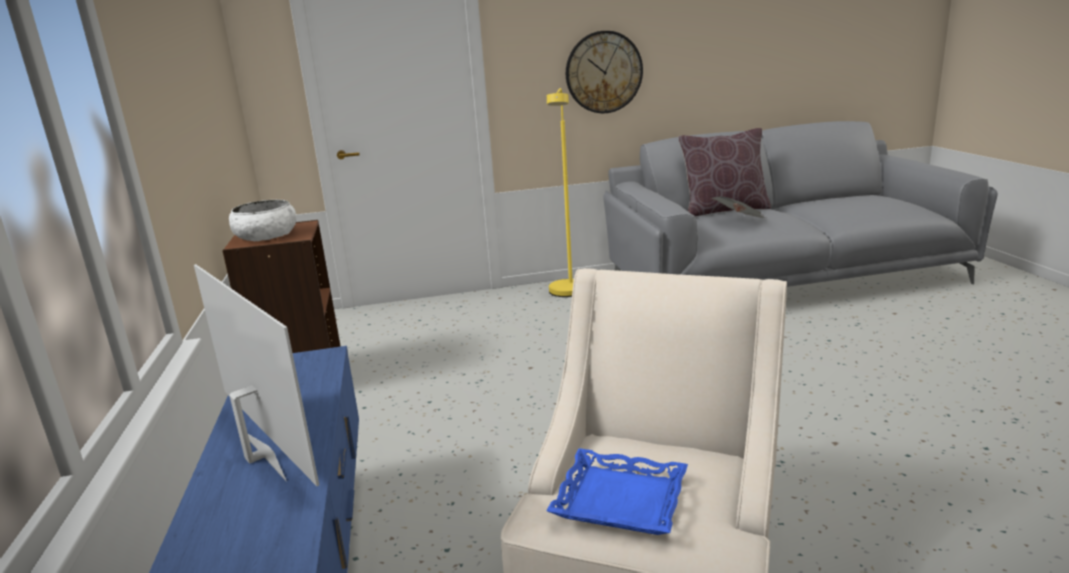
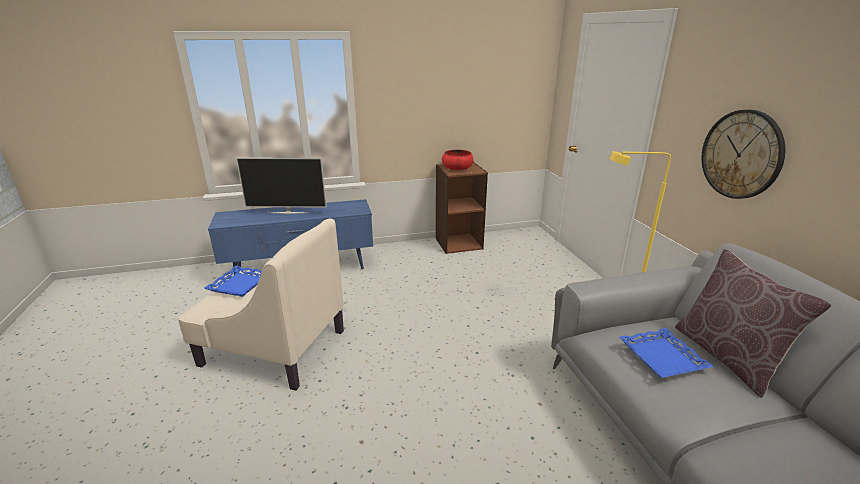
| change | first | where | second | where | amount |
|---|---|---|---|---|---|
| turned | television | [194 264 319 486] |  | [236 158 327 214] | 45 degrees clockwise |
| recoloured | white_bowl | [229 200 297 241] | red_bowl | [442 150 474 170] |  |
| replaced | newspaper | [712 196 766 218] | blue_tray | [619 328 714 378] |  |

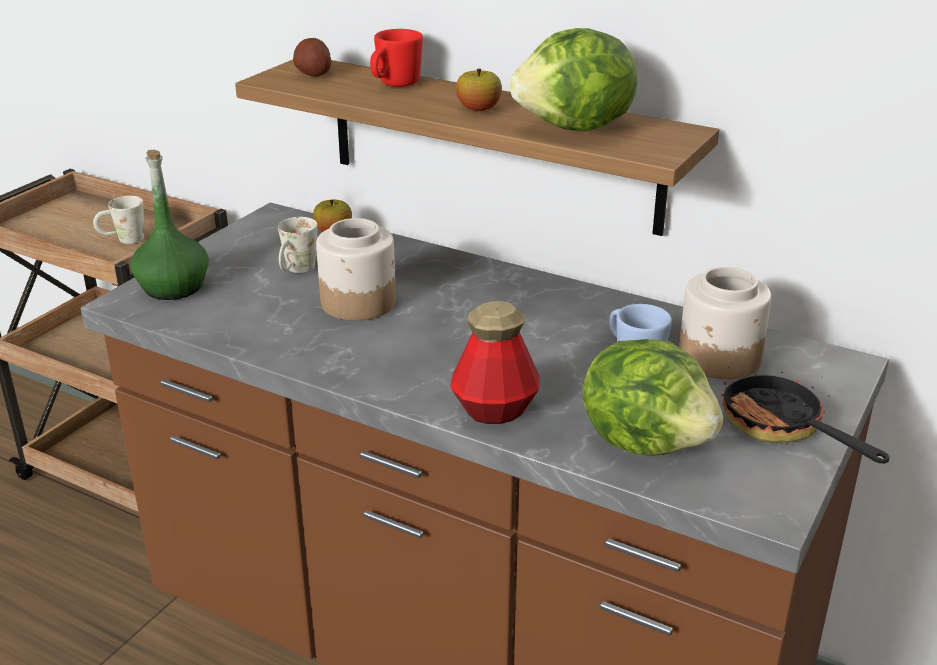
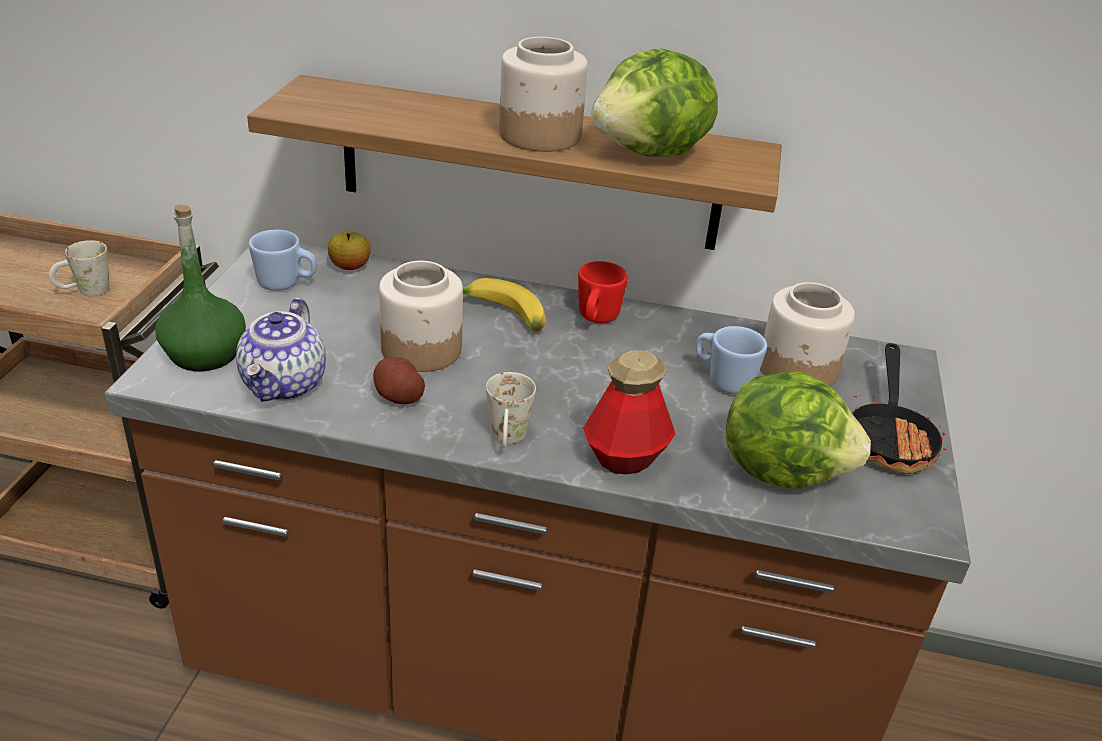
| change | first | where | second | where | amount |
|---|---|---|---|---|---|
| added |  |  | teapot | [236 298 326 402] |  |
| added |  |  | blue_mug | [249 230 317 291] |  |
| moved | potato | [293 38 331 77] |  | [373 357 425 404] |  |
| added |  |  | banana | [463 278 546 331] |  |
| moved | white_mug | [278 217 318 273] |  | [486 372 536 448] |  |
| replaced | apple | [456 69 502 111] | jar | [499 37 588 152] |  |
| moved | red_mug | [370 29 423 87] |  | [578 261 628 323] |  |
| turned | frying_pan | [721 367 890 464] |  | [852 343 946 474] | 120 degrees counterclockwise |

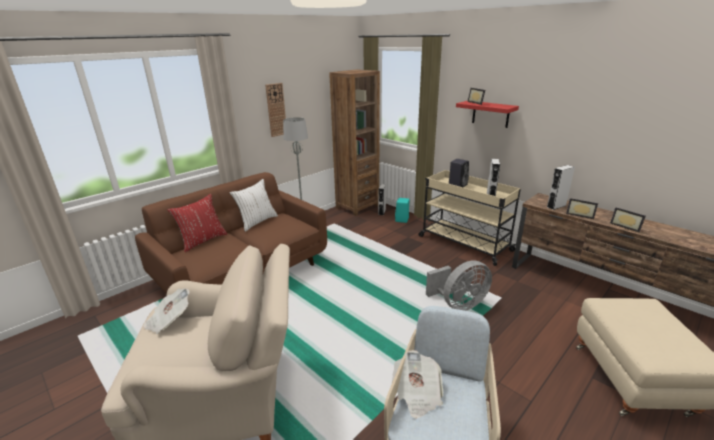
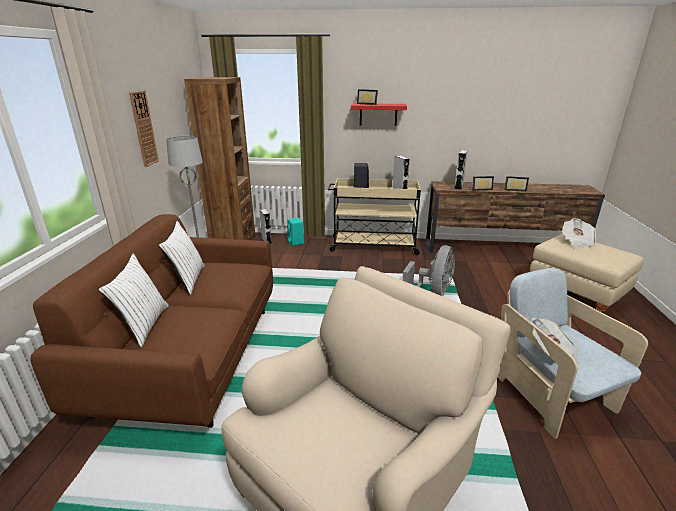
| change | first | where | second | where | amount |
|---|---|---|---|---|---|
| recoloured | red_pillow | [167 194 227 252] | white_pillow | [98 253 169 347] |  |
| moved | newspaper | [143 288 190 334] |  | [562 218 596 249] |  |

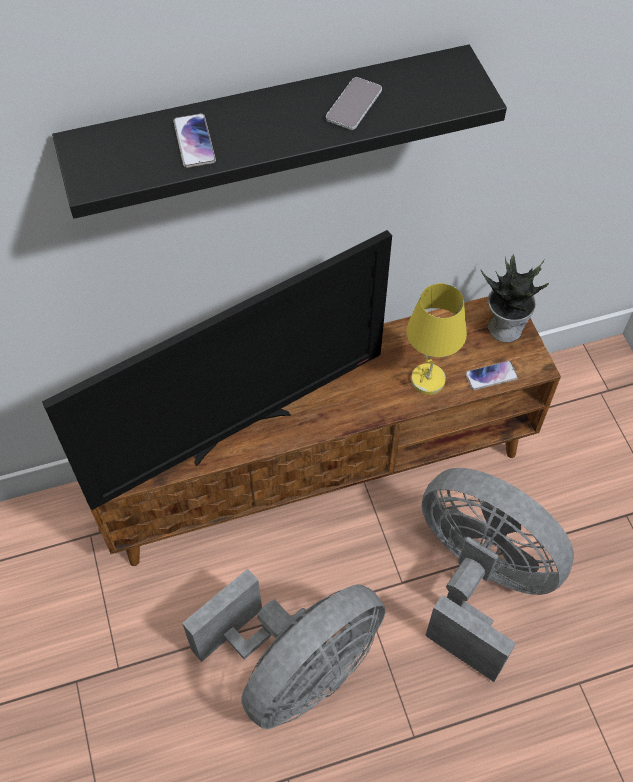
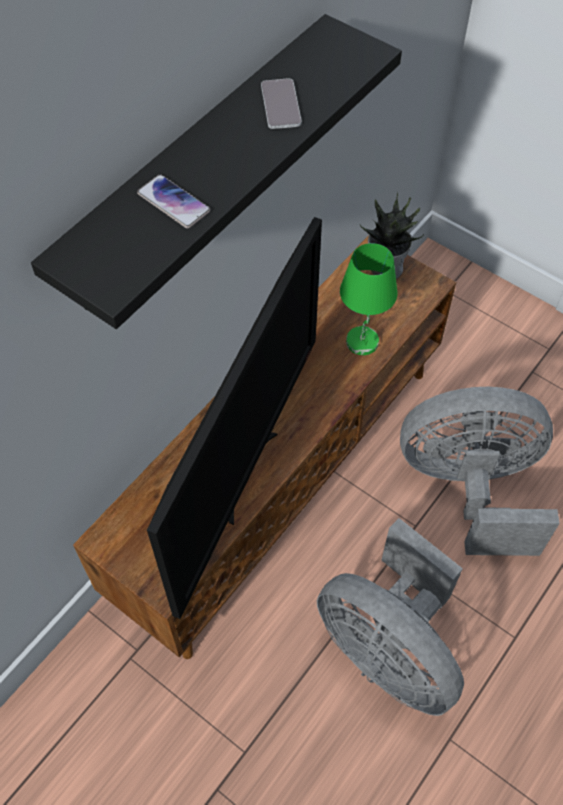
| change | first | where | second | where | amount |
|---|---|---|---|---|---|
| turned | grey_fan | [182 569 386 729] |  | [317 518 464 716] | 120 degrees clockwise |
| recoloured | yellow_table_lamp | [406 283 467 395] | green_table_lamp | [340 243 397 355] |  |
| removed | phone | [465 361 518 390] |  |  |  |

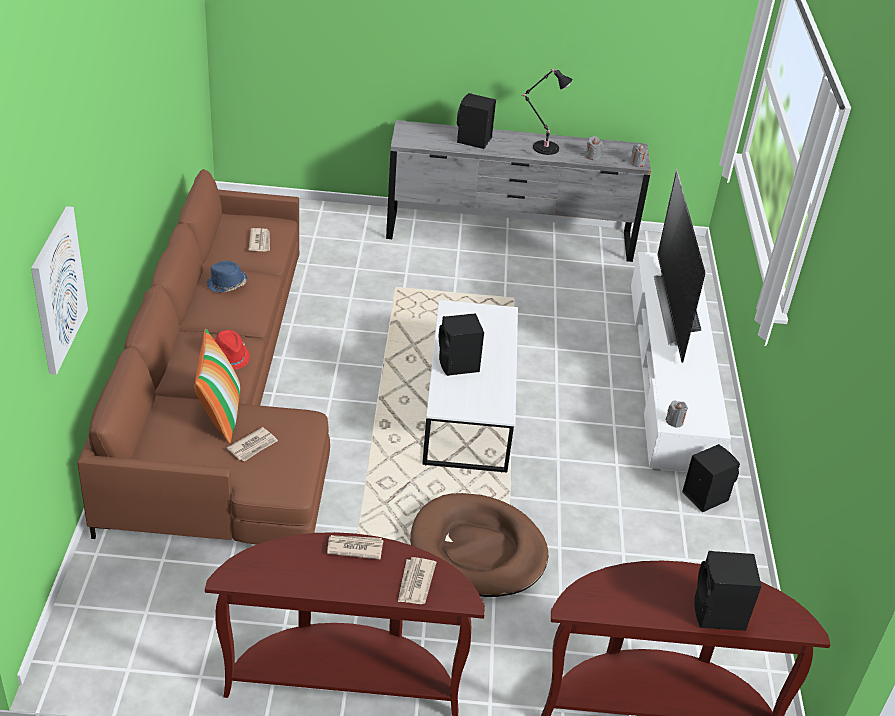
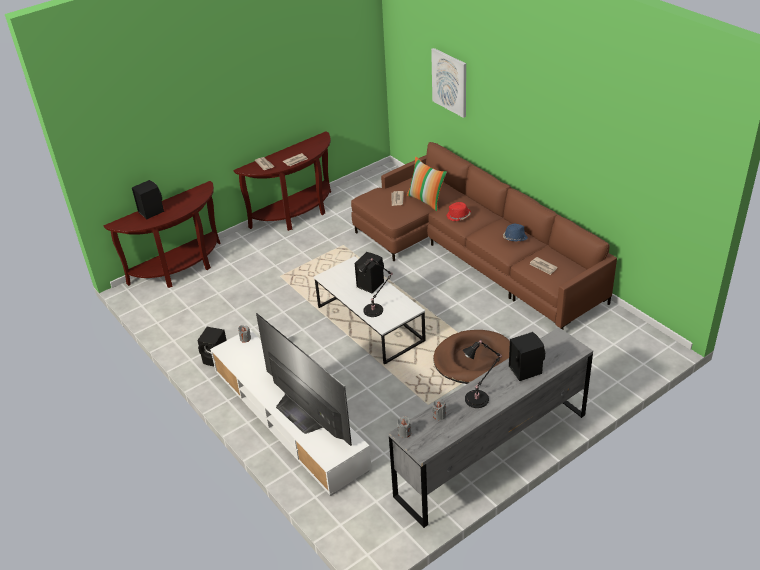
| change | first | where | second | where | amount |
|---|---|---|---|---|---|
| added |  |  | black_table_lamp | [357 258 393 317] |  |
| moved | brown_dog_bed | [410 493 548 597] |  | [433 330 510 384] |  |

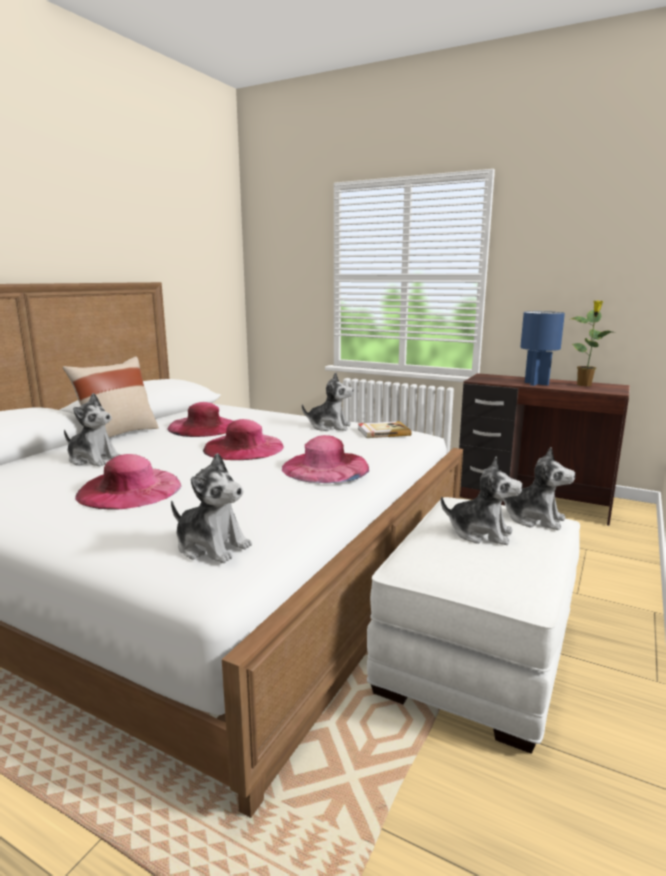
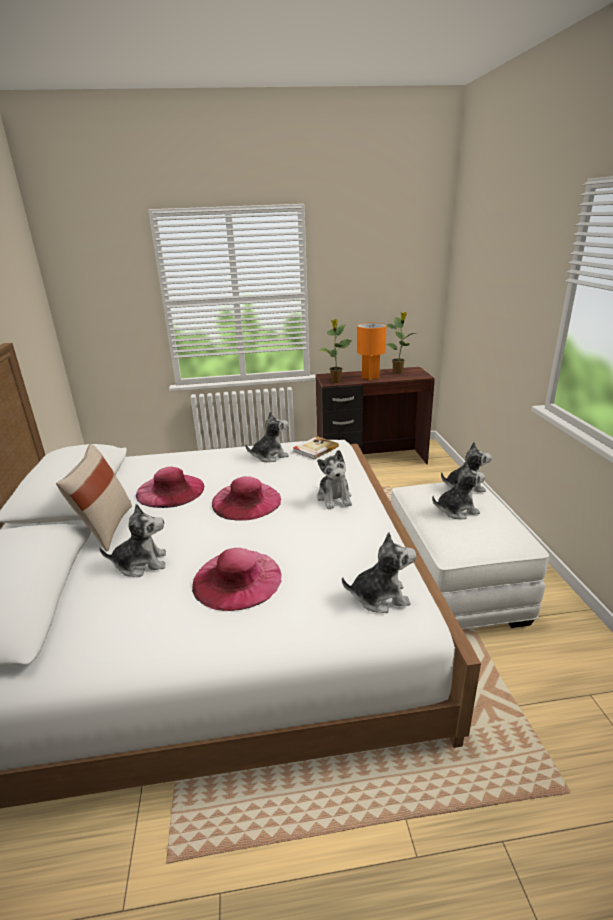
| change | first | where | second | where | amount |
|---|---|---|---|---|---|
| replaced | pink_hat | [282 435 369 483] | plush_toy | [317 450 352 509] |  |
| added |  |  | potted_plant | [318 319 352 383] |  |
| recoloured | blue_table_lamp | [520 311 565 386] | orange_table_lamp | [357 323 386 381] |  |

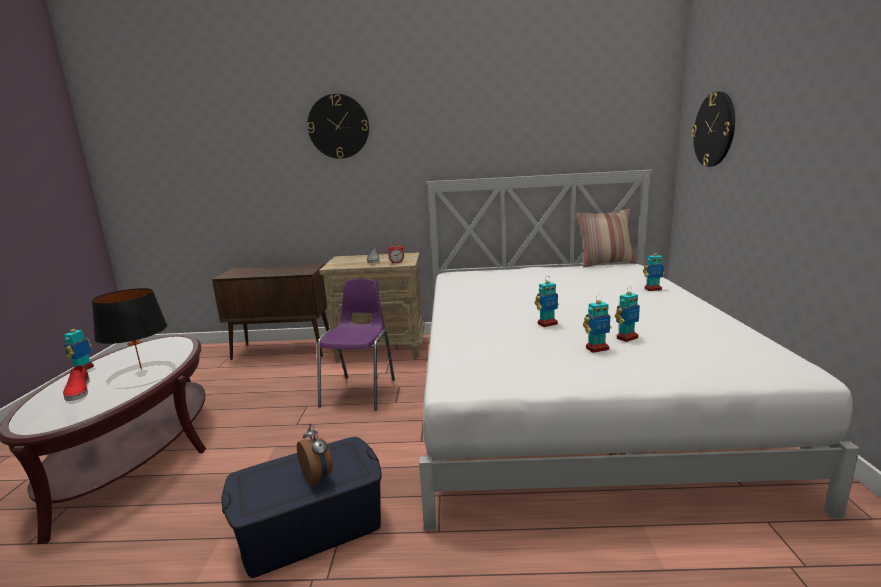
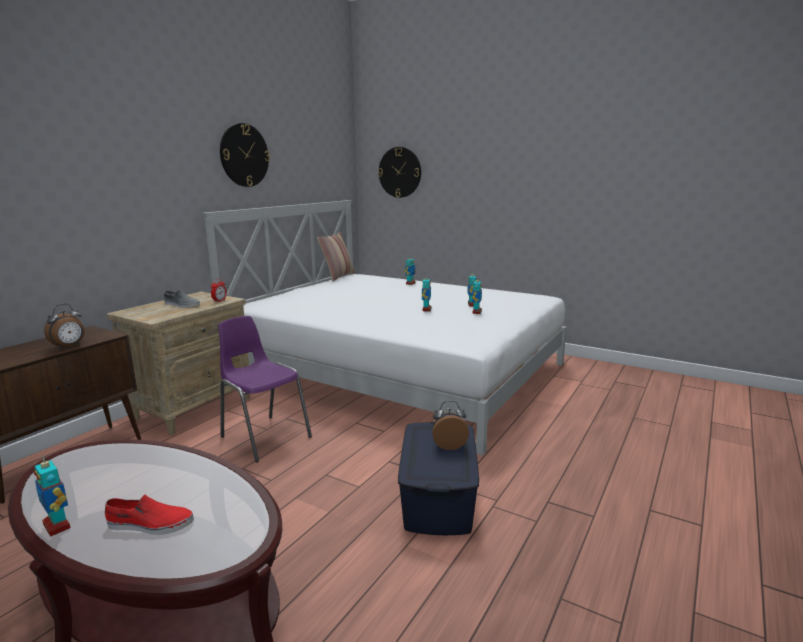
| change | first | where | second | where | amount |
|---|---|---|---|---|---|
| added |  |  | alarm_clock | [44 304 84 349] |  |
| moved | wall_clock | [307 94 369 159] |  | [220 123 270 187] |  |
| removed | black_table_lamp | [92 288 167 370] |  |  |  |

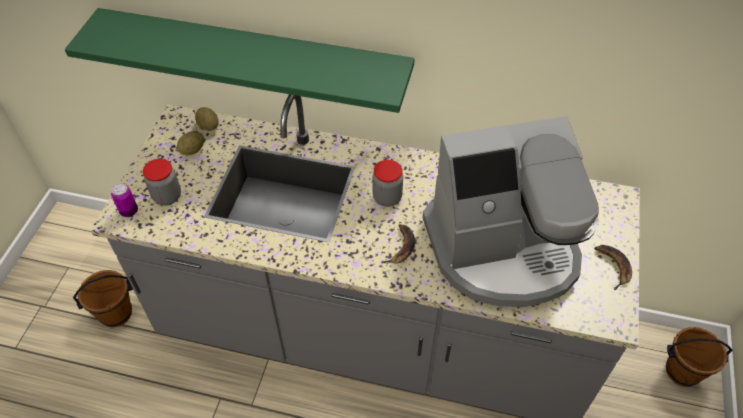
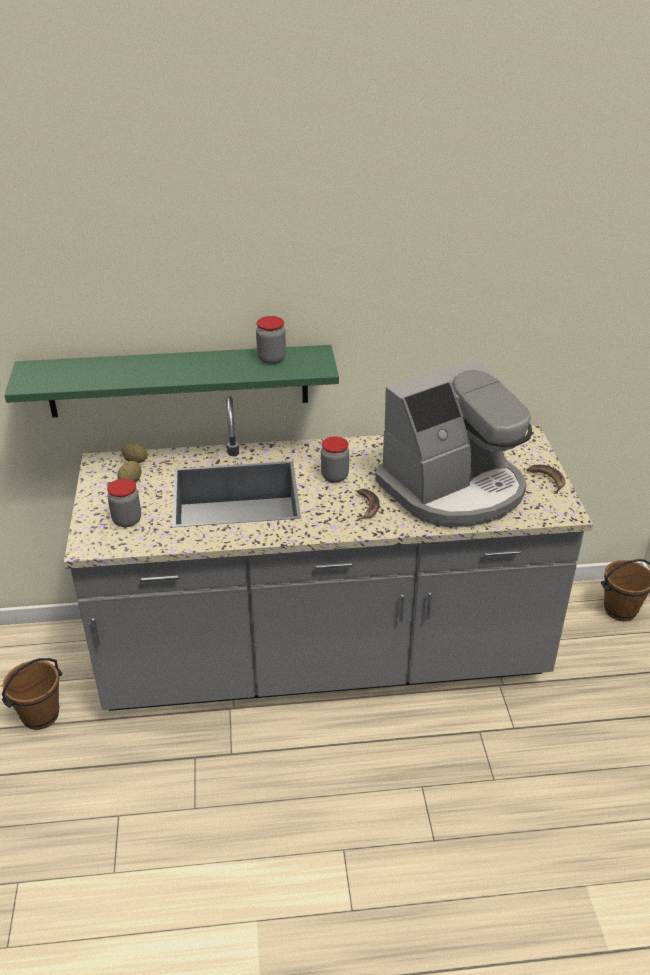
| change | first | where | second | where | amount |
|---|---|---|---|---|---|
| added |  |  | jar | [256 316 286 364] |  |
| removed | can | [111 183 138 217] |  |  |  |

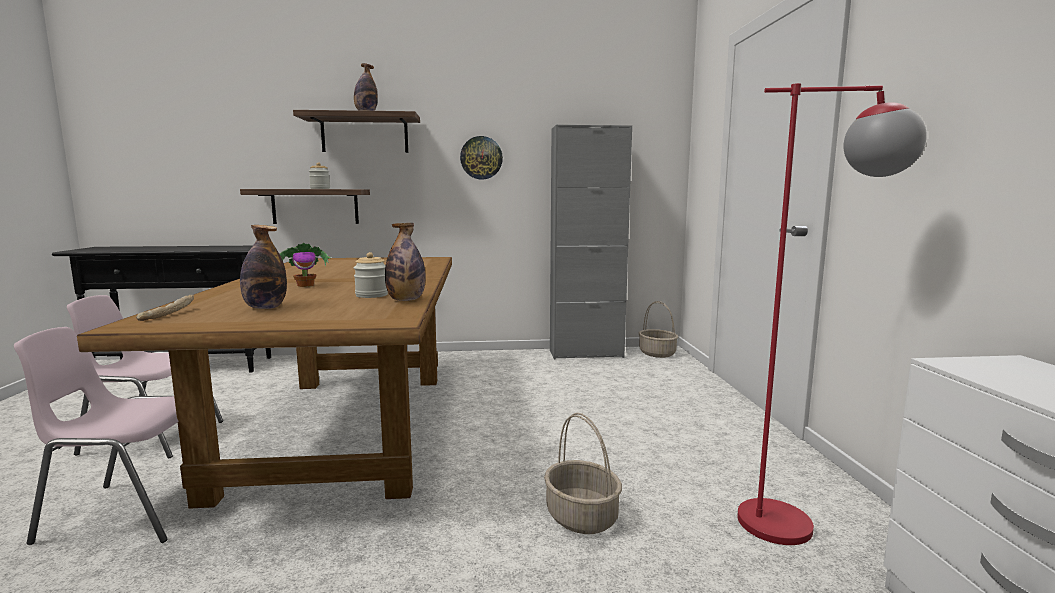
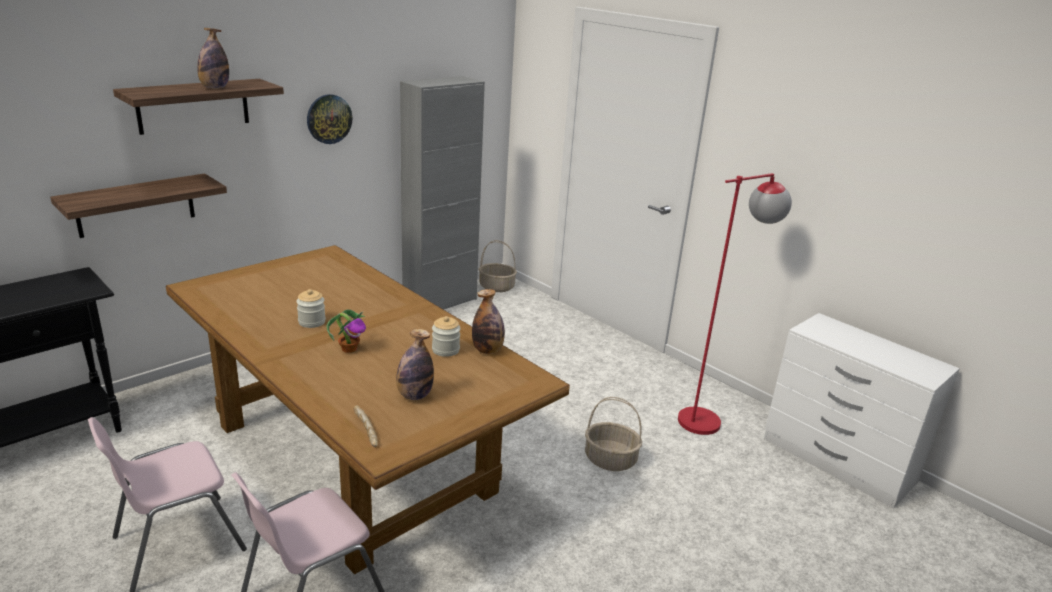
| change | first | where | second | where | amount |
|---|---|---|---|---|---|
| moved | jar | [309 162 330 189] |  | [296 289 326 328] |  |

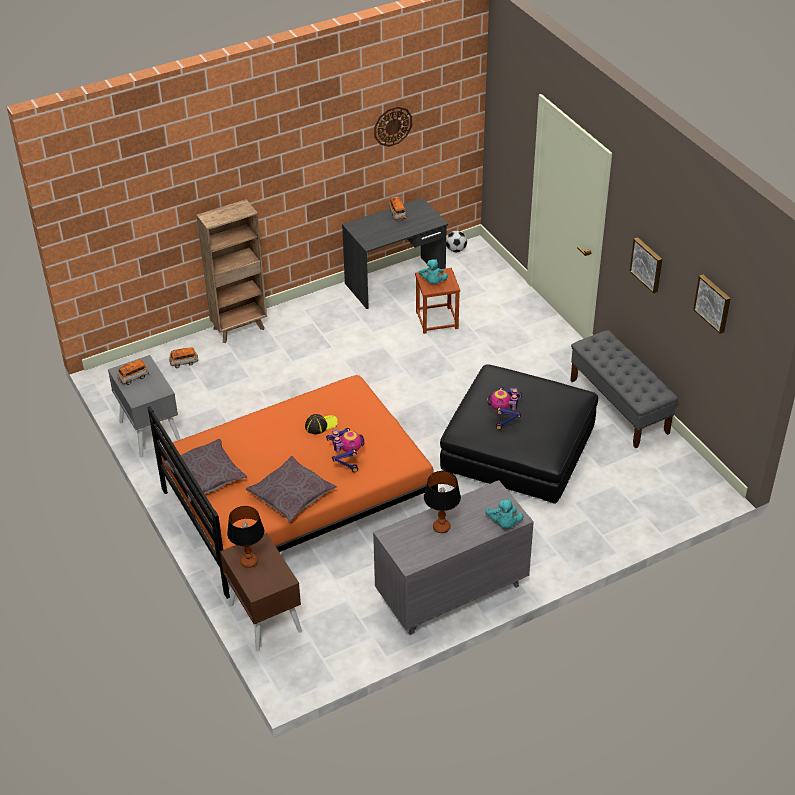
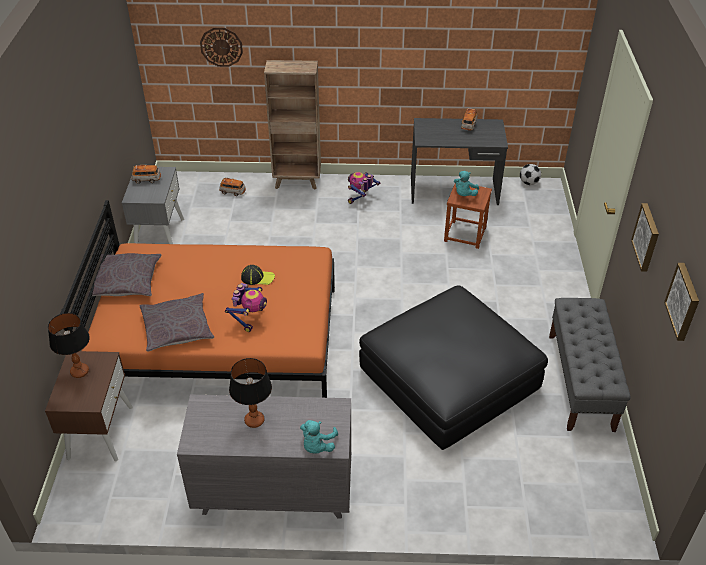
| change | first | where | second | where | amount |
|---|---|---|---|---|---|
| moved | wall_clock | [374 107 412 147] |  | [200 28 243 67] |  |
| moved | toy_robot | [487 387 522 430] |  | [348 172 380 204] |  |

